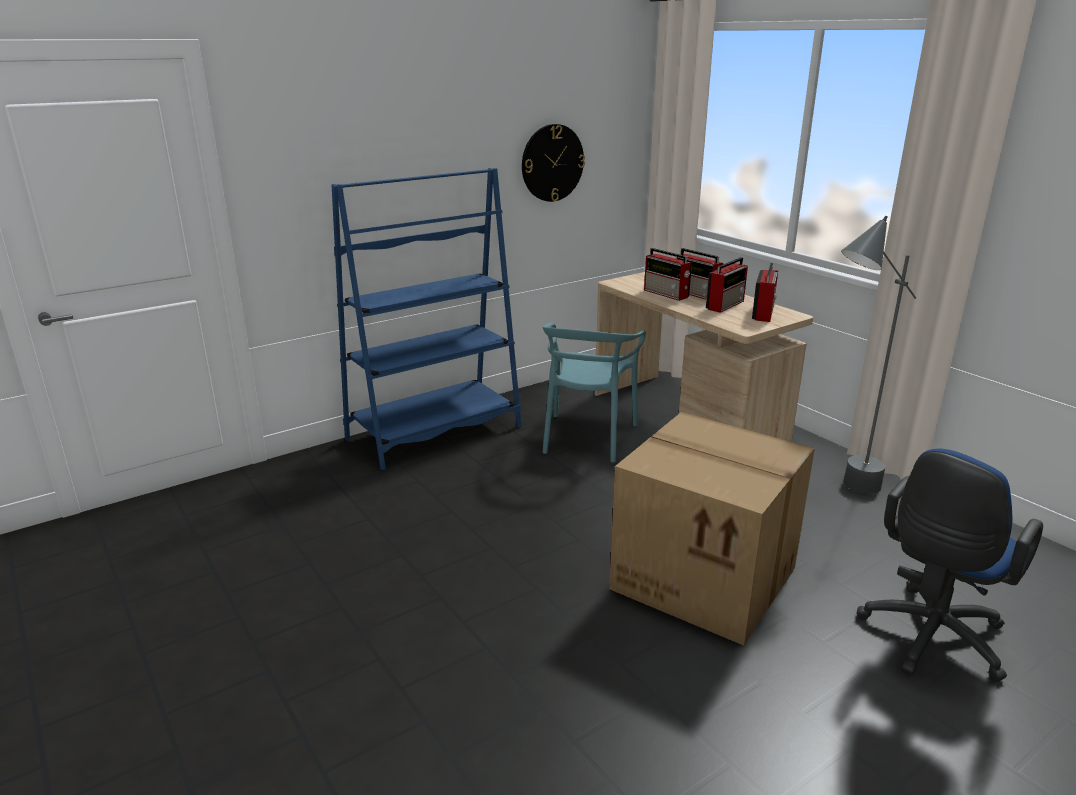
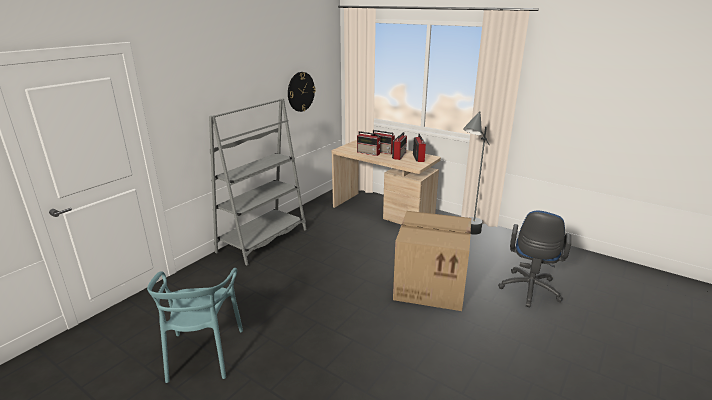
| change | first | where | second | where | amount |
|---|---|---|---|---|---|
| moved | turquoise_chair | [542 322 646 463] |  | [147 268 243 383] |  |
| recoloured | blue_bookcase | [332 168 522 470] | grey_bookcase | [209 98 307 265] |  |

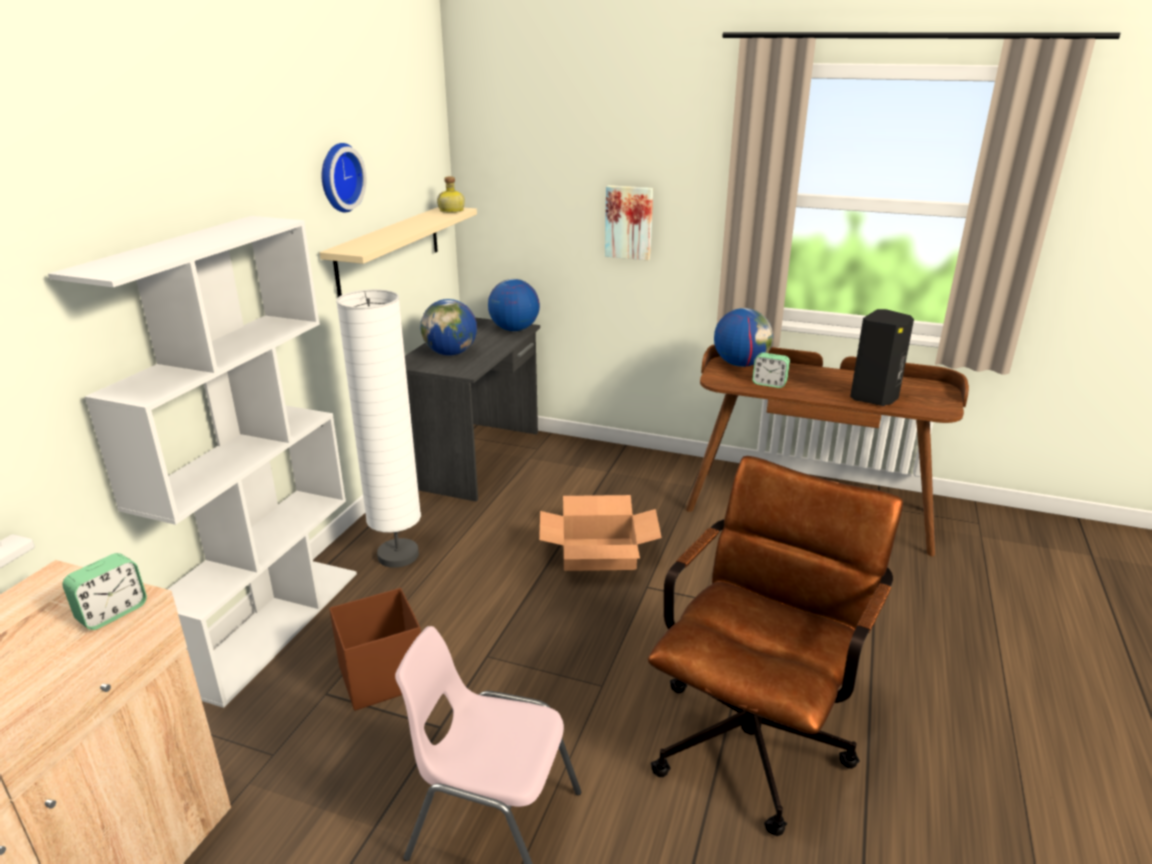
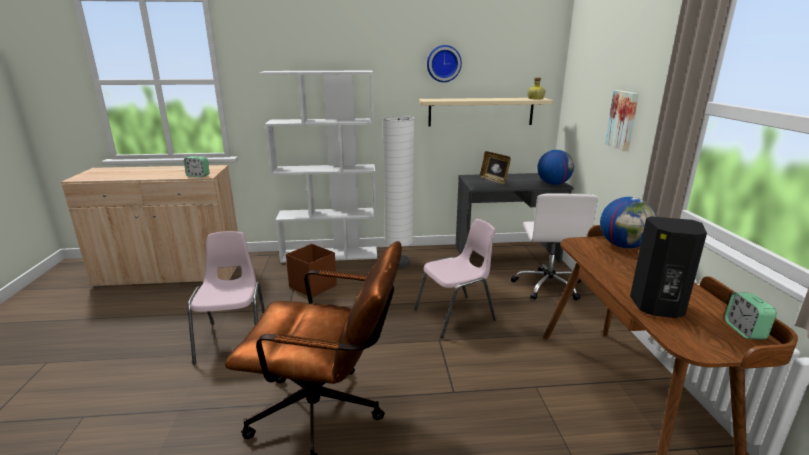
| change | first | where | second | where | amount |
|---|---|---|---|---|---|
| replaced | cardboard_box | [539 495 662 571] | pink_chair | [414 219 496 338] |  |
| replaced | globe | [420 299 477 356] | picture_frame | [480 151 511 184] |  |
| added |  |  | white_office_chair | [511 193 598 301] |  |
| moved | alarm_clock | [752 352 790 388] |  | [724 292 777 339] |  |

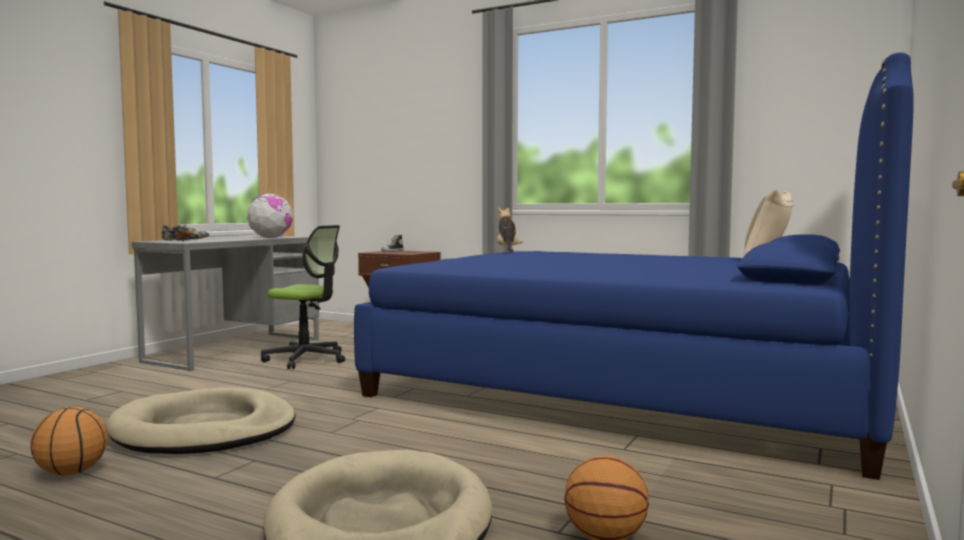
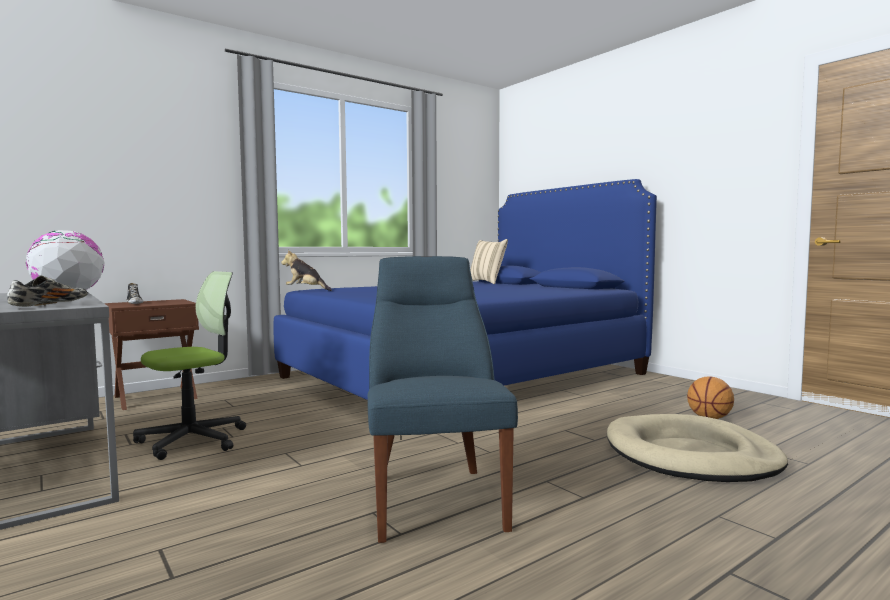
| change | first | where | second | where | amount |
|---|---|---|---|---|---|
| replaced | beige_dog_bed | [106 387 295 454] | blue_chair | [368 256 518 543] |  |
| removed | basketball | [30 407 108 475] |  |  |  |

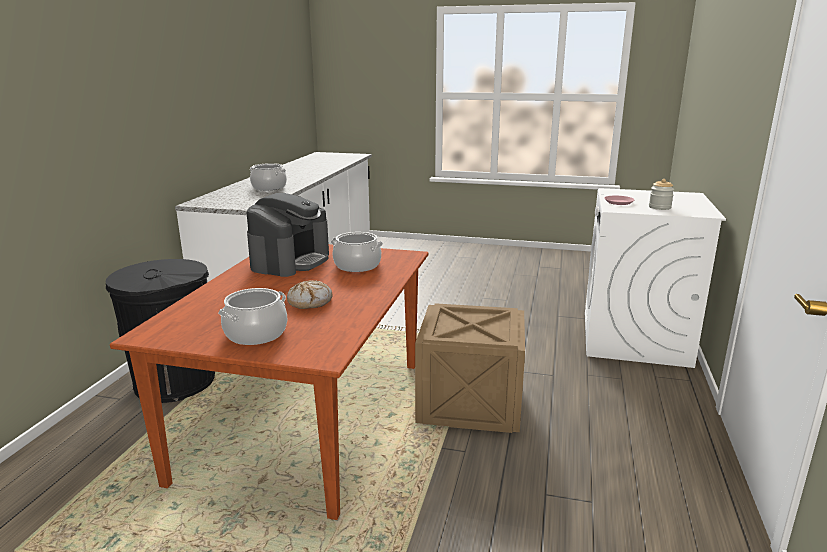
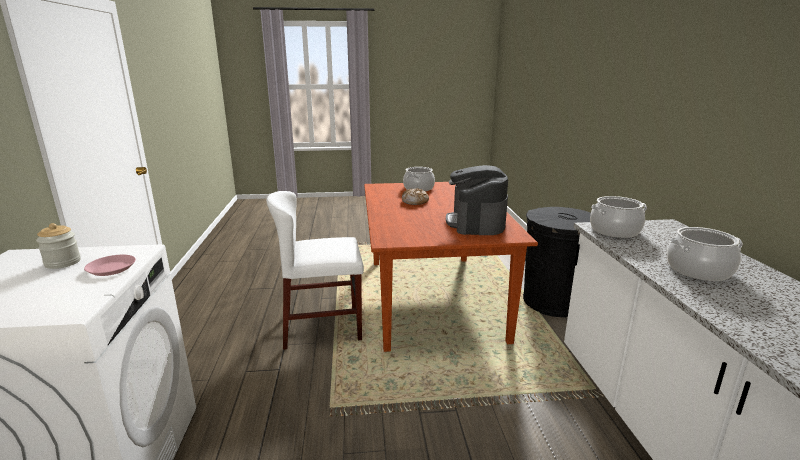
| change | first | where | second | where | amount |
|---|---|---|---|---|---|
| replaced | crate | [415 303 525 433] | white_chair | [266 191 364 350] |  |
| moved | cooking_pot | [331 232 383 272] |  | [590 196 647 238] |  |

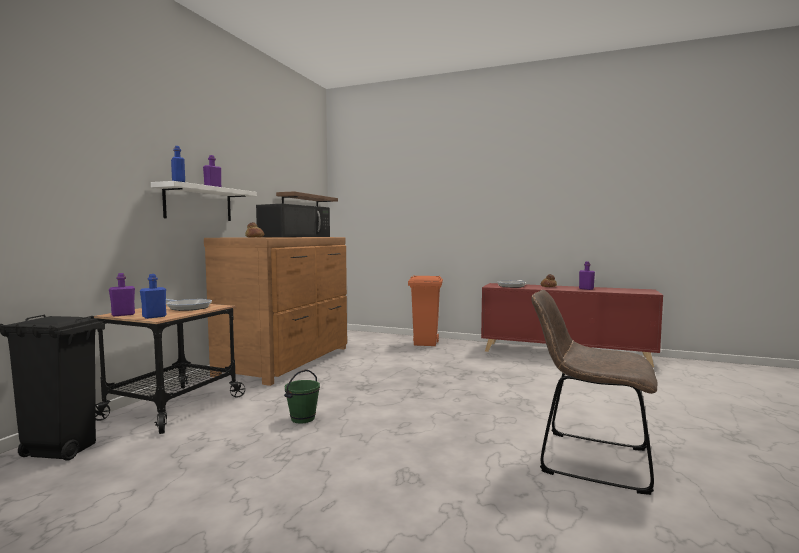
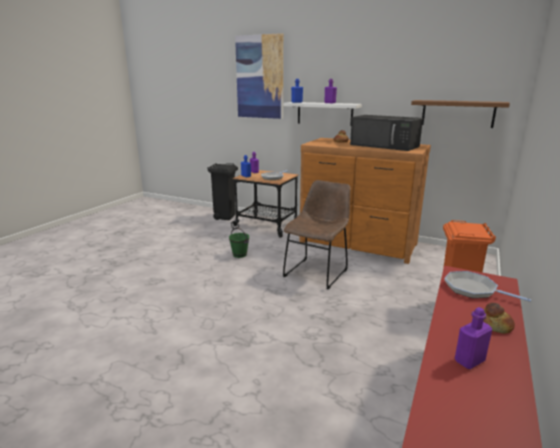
| change | first | where | second | where | amount |
|---|---|---|---|---|---|
| added |  |  | picture | [235 33 283 119] |  |
| moved | brown_chair | [531 290 658 495] |  | [283 180 351 289] |  |

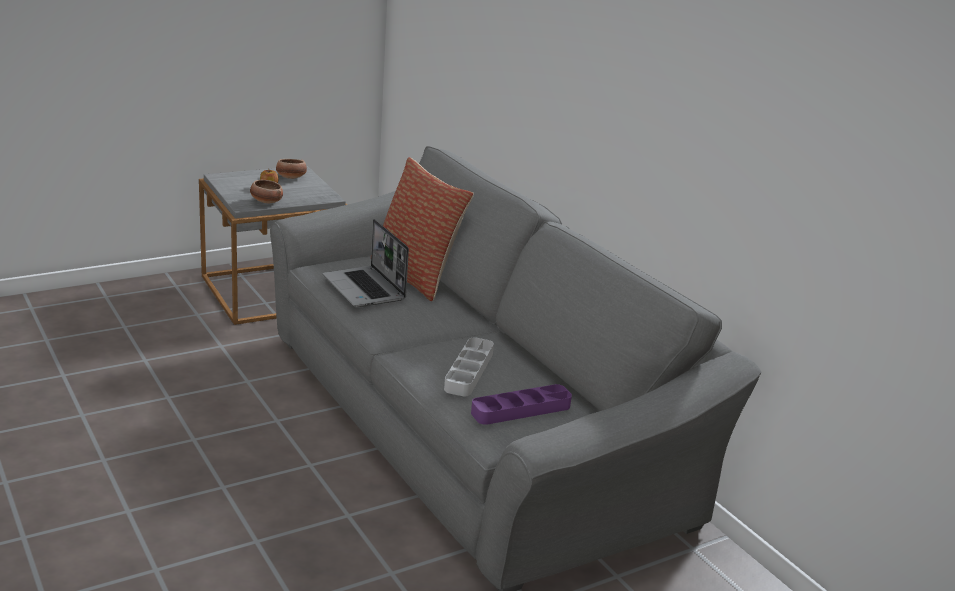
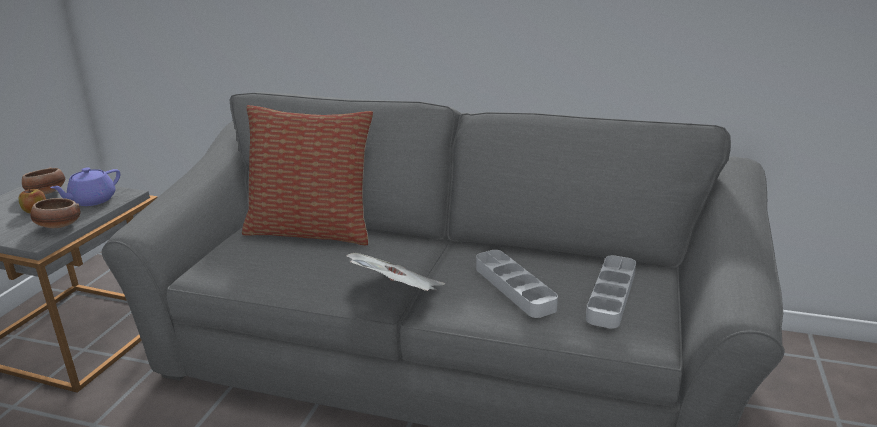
| change | first | where | second | where | amount |
|---|---|---|---|---|---|
| added |  |  | purple_teapot | [50 168 120 206] |  |
| added |  |  | newspaper | [346 253 445 291] |  |
| recoloured | purple_tray | [471 384 572 425] | grey_tray | [586 255 636 329] |  |
| removed | laptop | [323 219 409 307] |  |  |  |

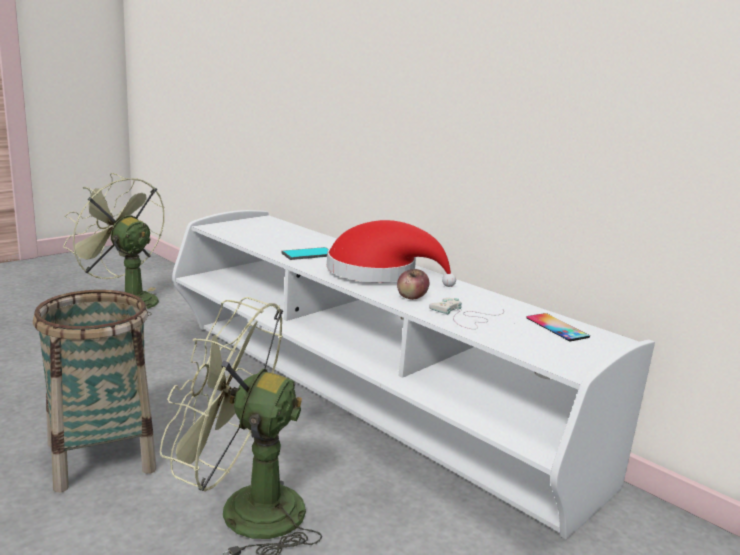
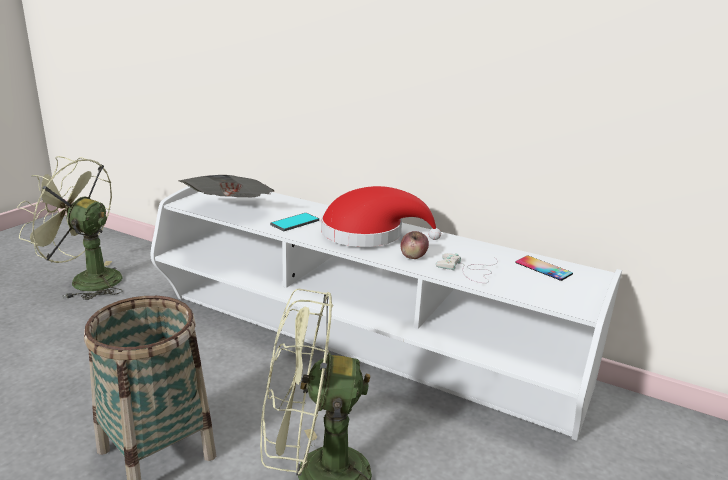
| change | first | where | second | where | amount |
|---|---|---|---|---|---|
| added |  |  | newspaper | [179 175 275 197] |  |

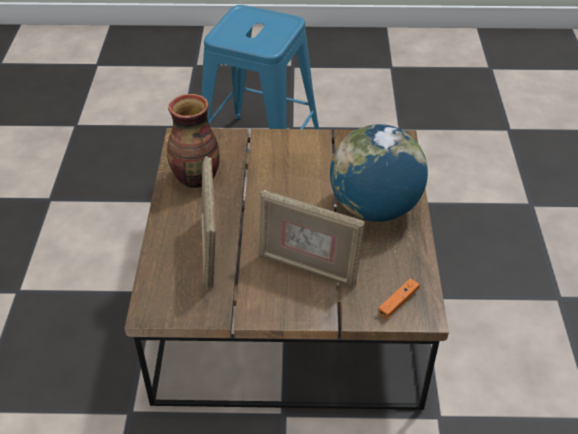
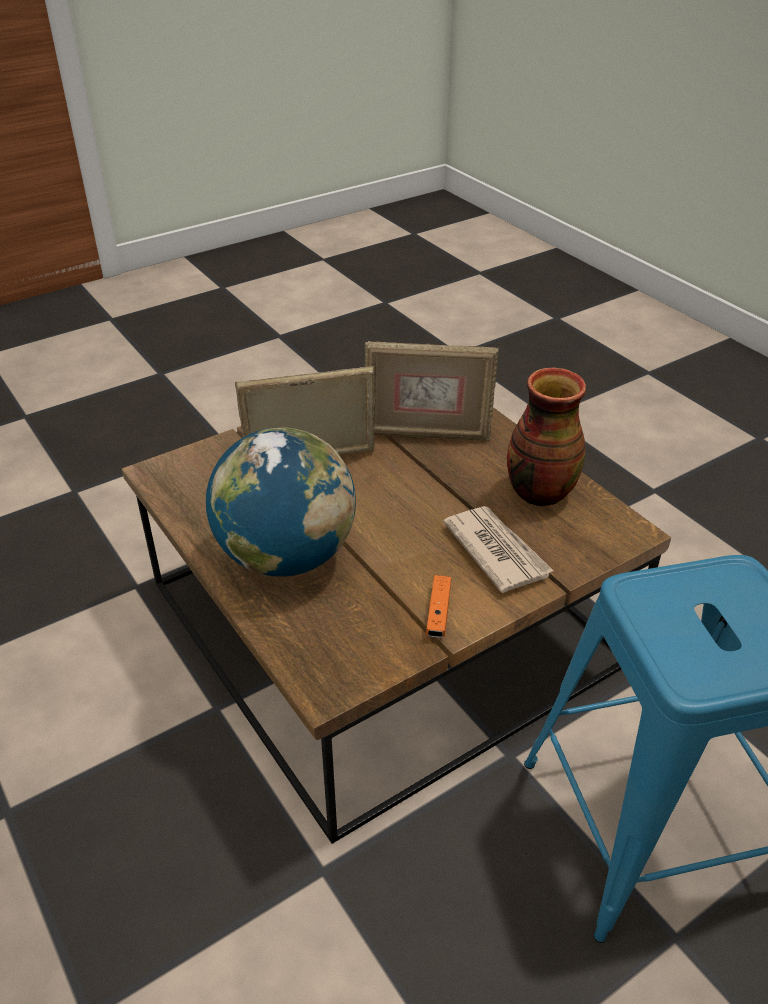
| change | first | where | second | where | amount |
|---|---|---|---|---|---|
| turned | picture_frame | [201 156 216 290] |  | [364 341 499 441] | 135 degrees clockwise |
| moved | orange_game_controller | [378 278 420 319] |  | [426 575 451 638] |  |
| added |  |  | newspaper | [443 506 553 593] |  |

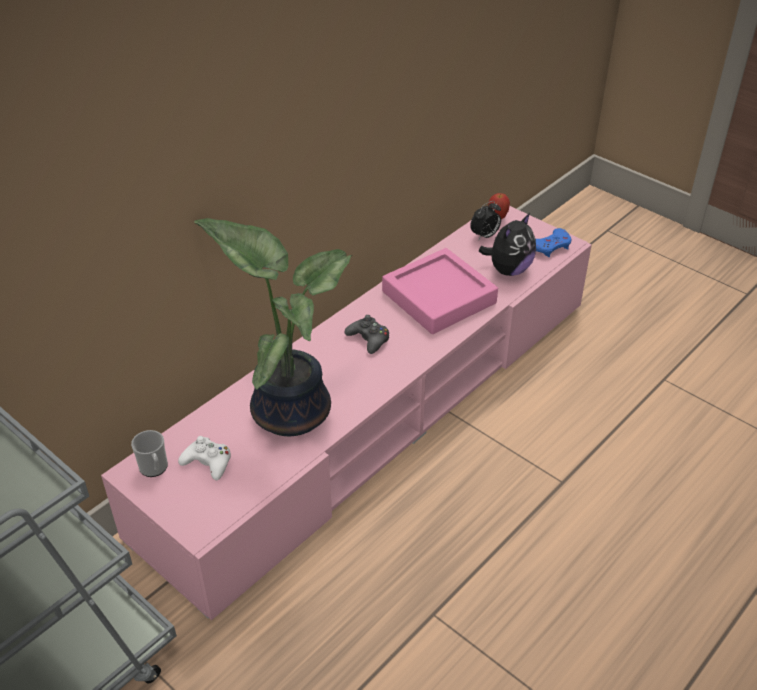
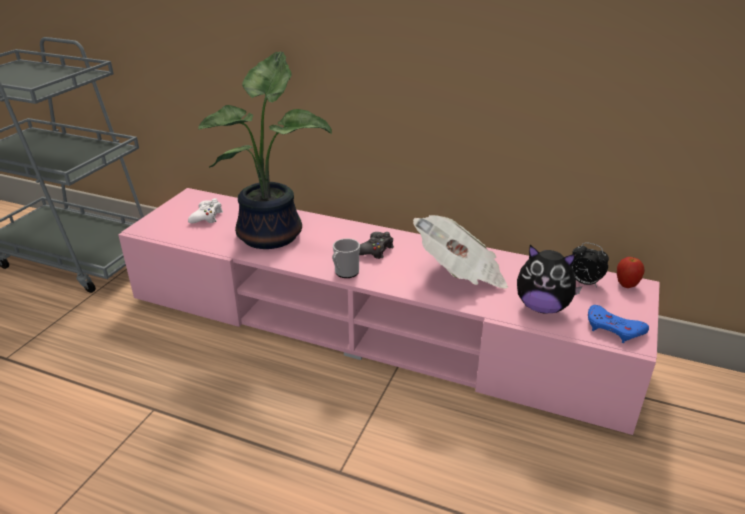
| change | first | where | second | where | amount |
|---|---|---|---|---|---|
| moved | mug | [131 430 168 477] |  | [332 239 360 278] |  |
| replaced | pink_tray | [382 248 498 334] | newspaper | [413 215 508 289] |  |

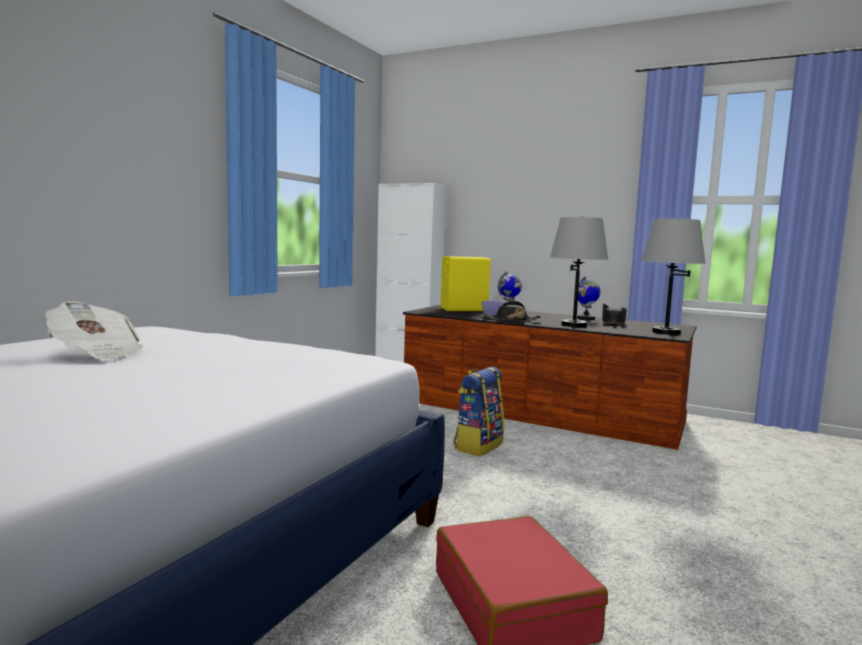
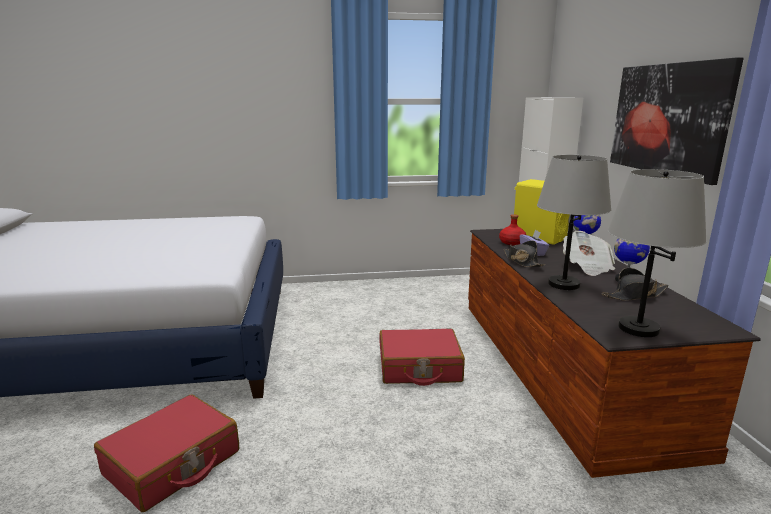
| change | first | where | second | where | amount |
|---|---|---|---|---|---|
| replaced | backpack | [453 367 504 456] | red_suitcase | [379 329 465 386] |  |
| added |  |  | red_bottle | [499 214 526 246] |  |
| moved | newspaper | [45 301 143 361] |  | [563 231 615 276] |  |
| added |  |  | picture | [610 57 744 185] |  |

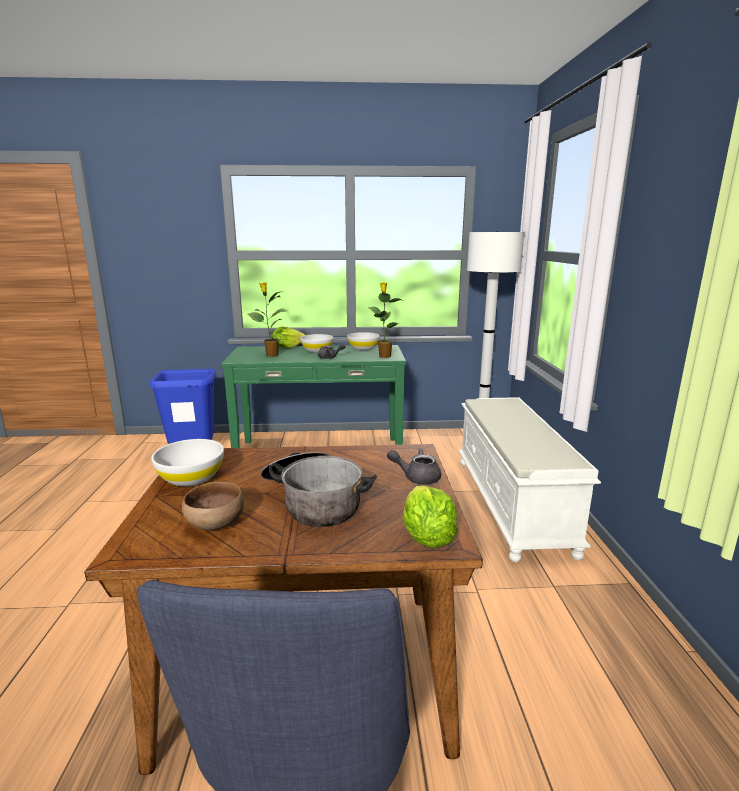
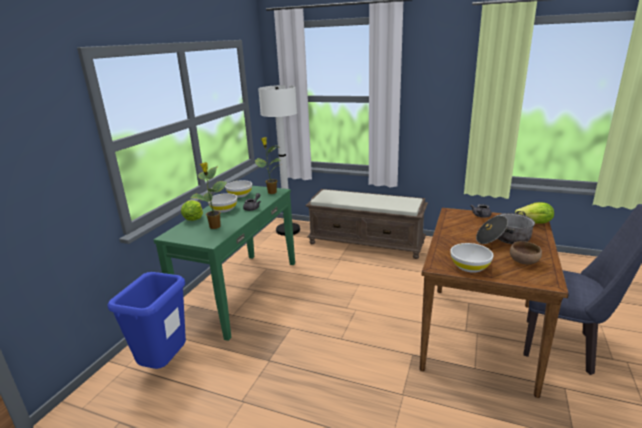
| change | first | where | second | where | amount |
|---|---|---|---|---|---|
| recoloured | white_bench | [459 397 601 562] | brown_bench | [305 189 428 259] |  |

